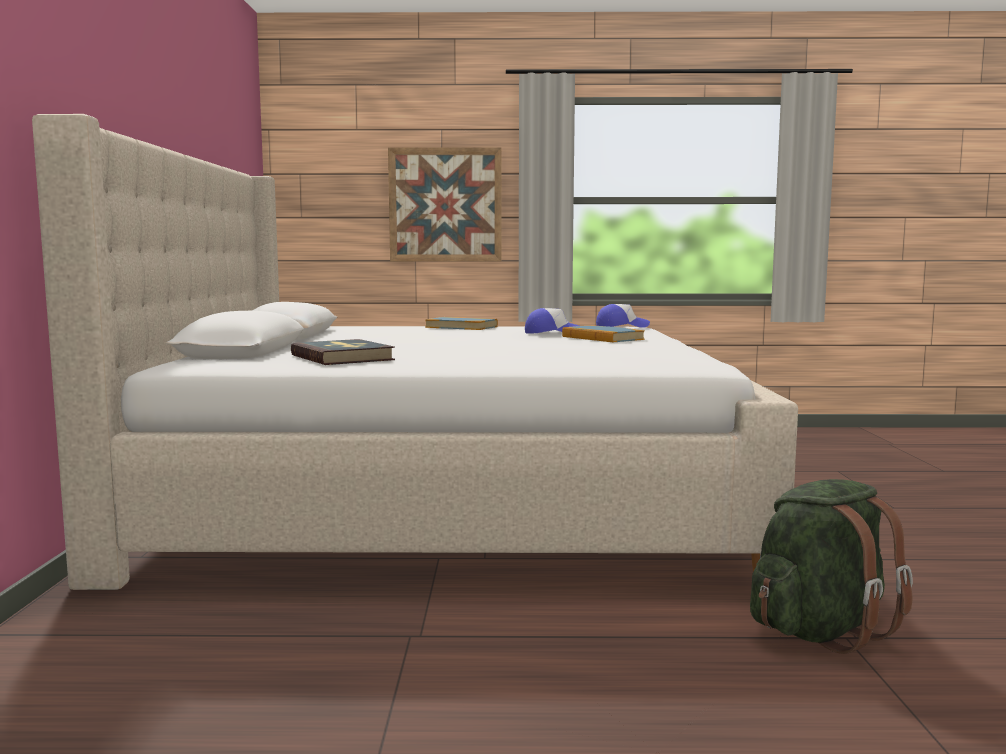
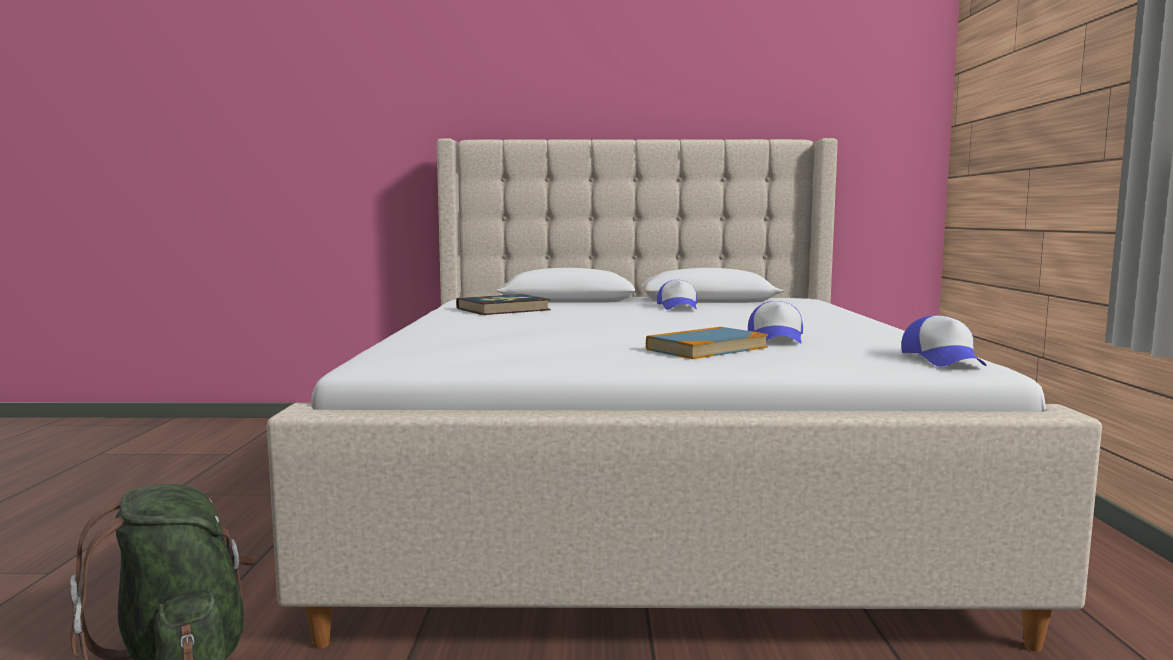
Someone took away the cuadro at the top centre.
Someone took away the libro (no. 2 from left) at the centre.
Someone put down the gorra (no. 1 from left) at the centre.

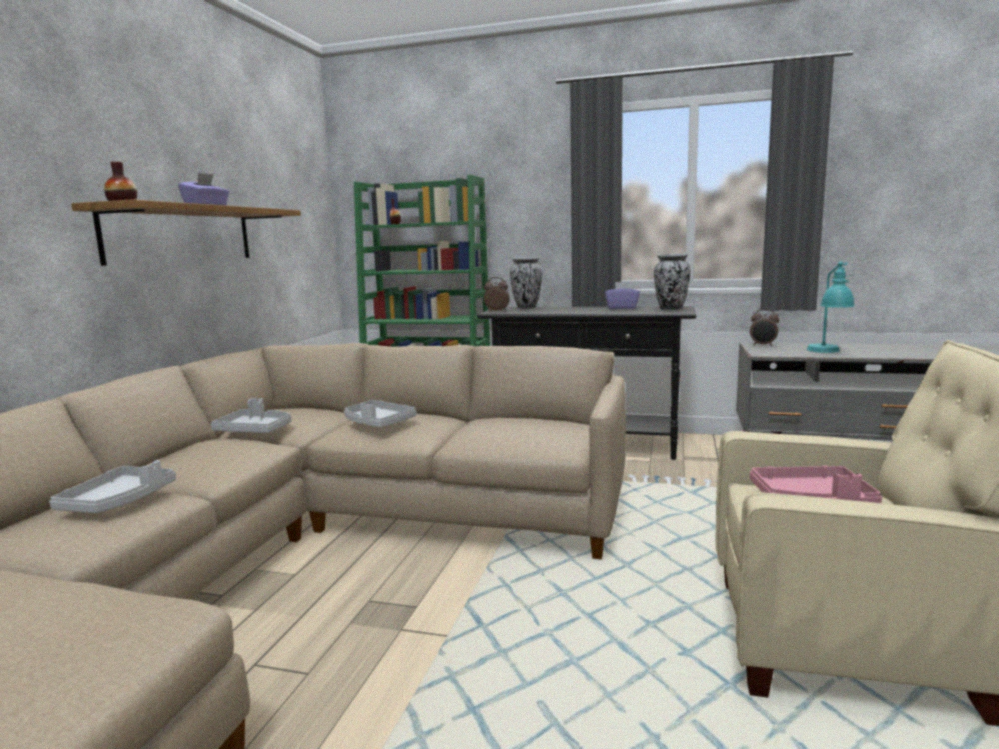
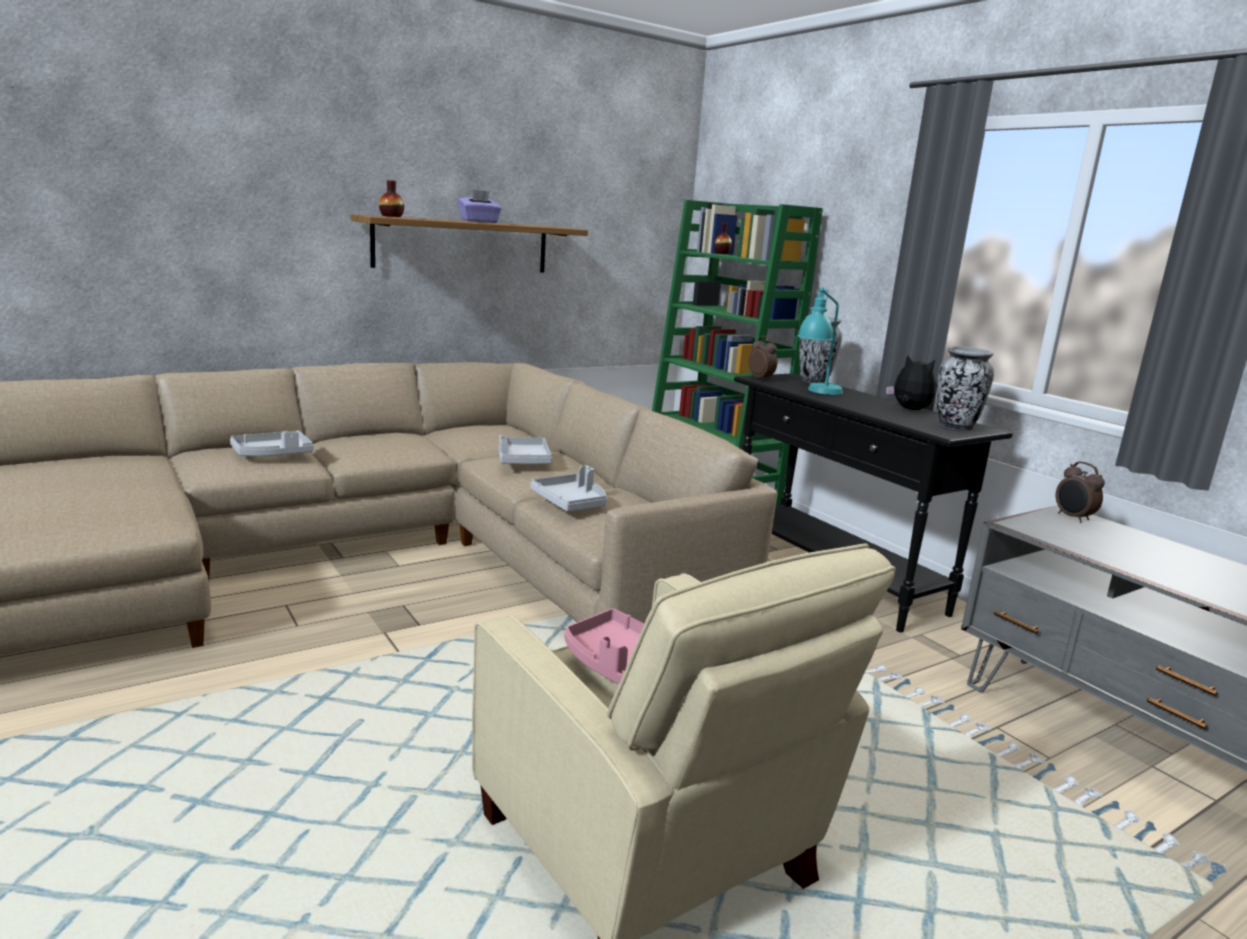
Someone carried the bandeja/gris (no. 2 from left in the first image) from the middle left to the centre.
Someone swapped the caja de pañuelos/morado (no. 2 from left) at the centre for the peluche at the middle right.
Someone carried the lámpara de mesa/turquesa from the middle right to the centre.

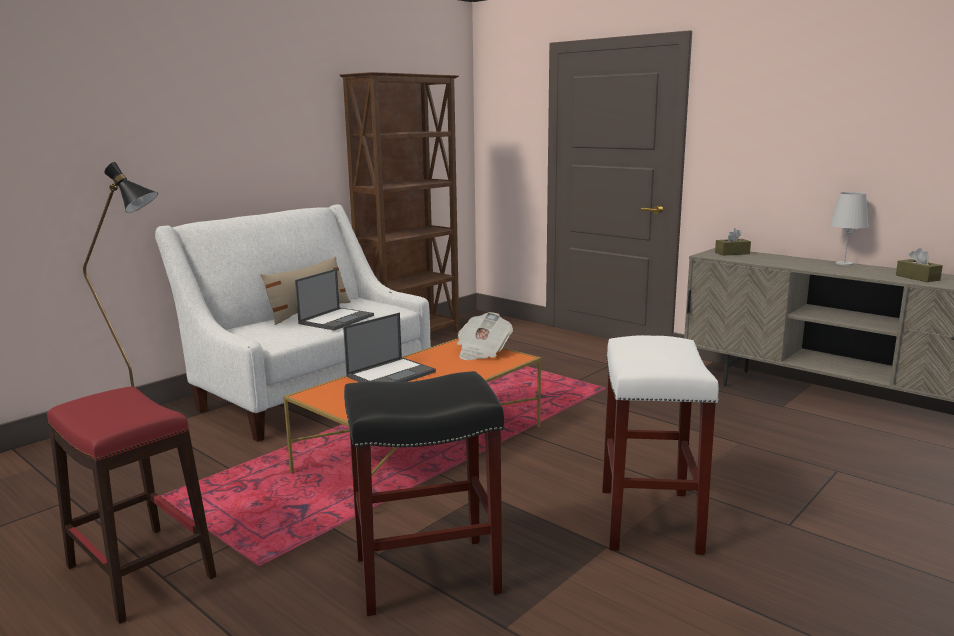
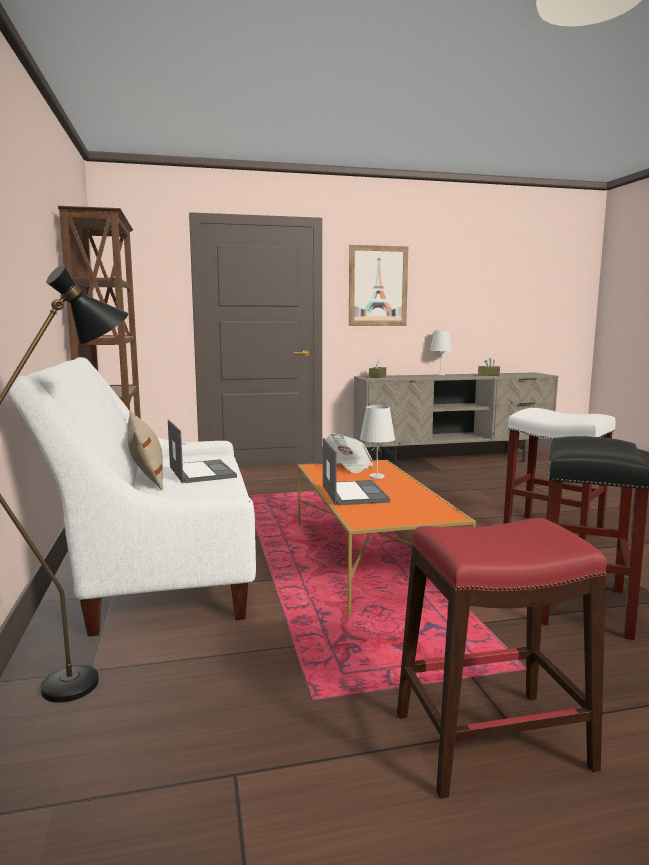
Someone put up the cuadro at the top centre.
Someone put down the lámpara de mesa/blanco (no. 1 from left) at the centre.

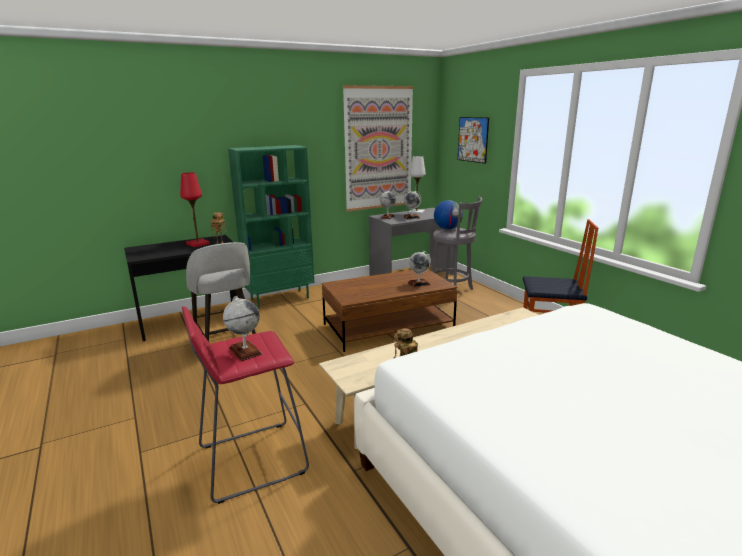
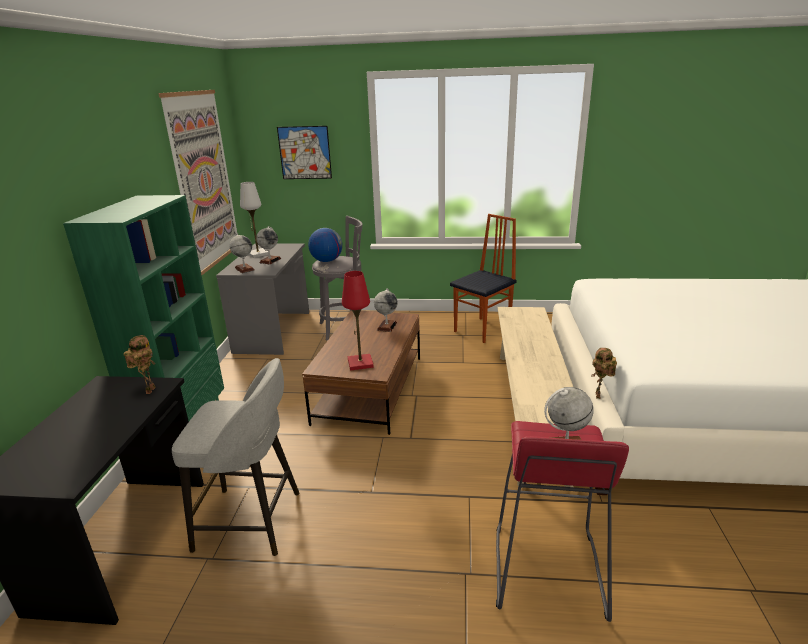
Someone carried the lámpara de mesa/rojo from the middle left to the centre.

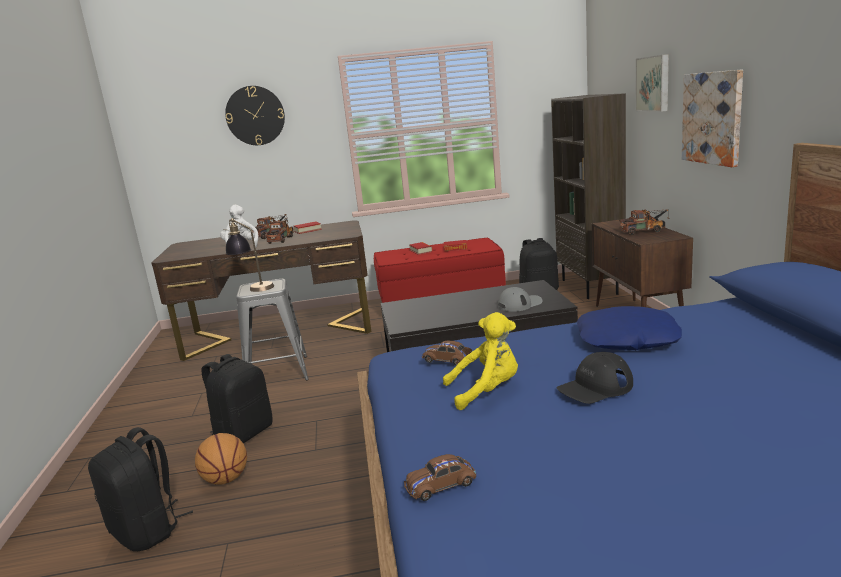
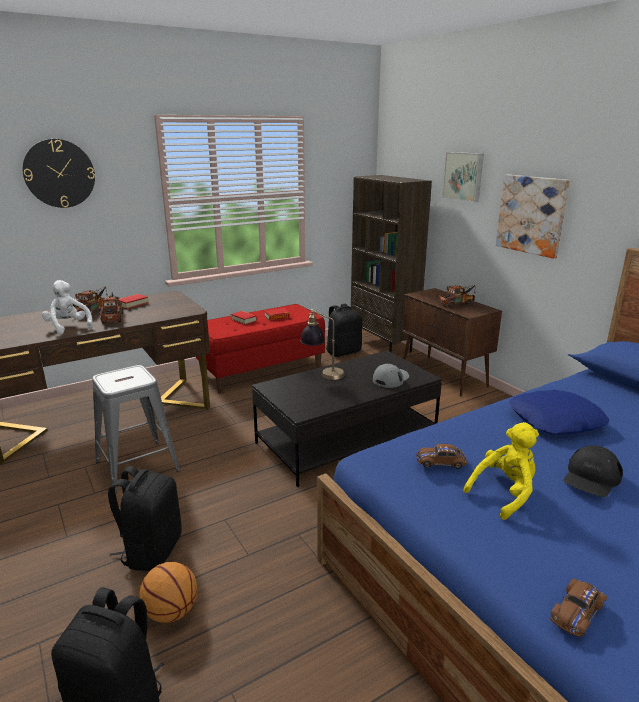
Someone carried the lámpara de mesa from the middle left to the centre.

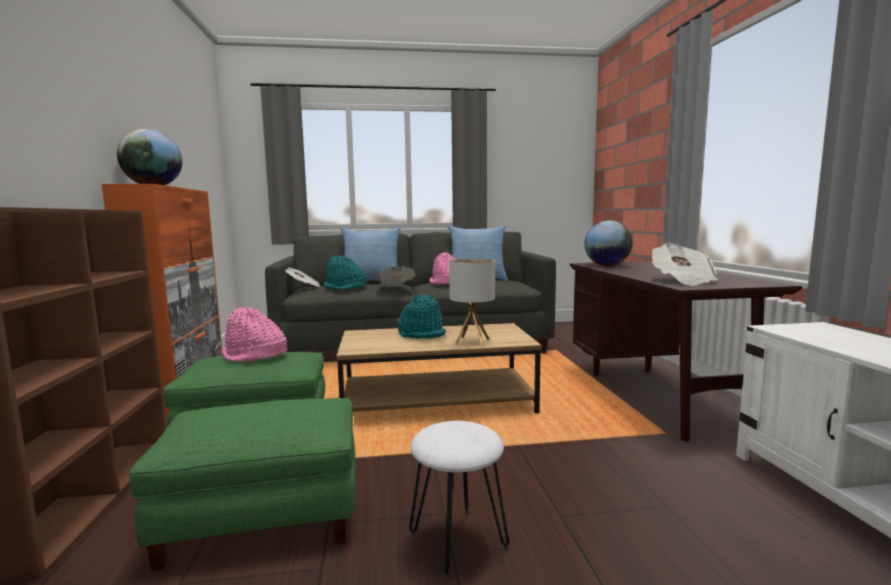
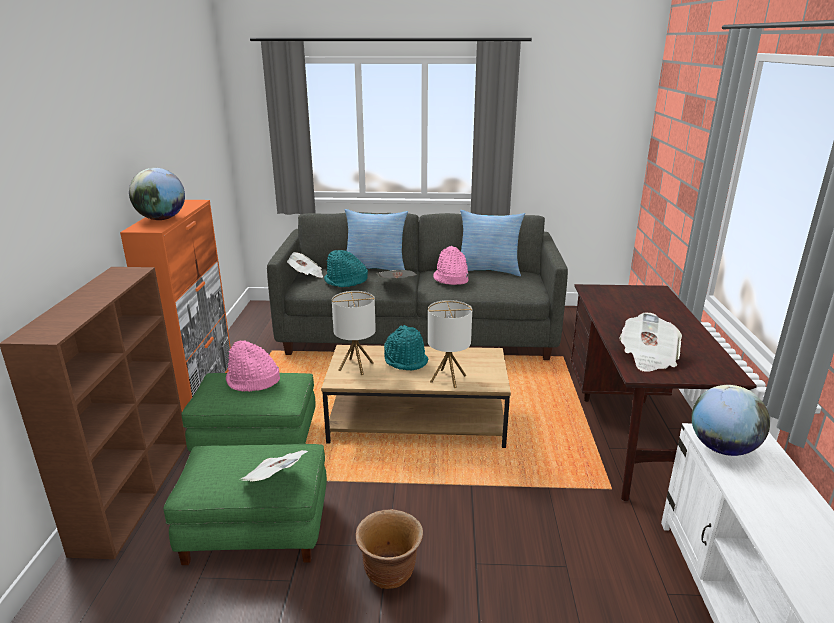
Someone swapped the taburete/blanco at the bottom centre for the maceta/marrón at the bottom centre.
Someone carried the globo terráqueo (no. 2 from left) from the middle right to the bottom right.
Someone put down the periódico (no. 1 from left) at the bottom left.
Someone put down the lámpara de mesa (no. 1 from left) at the centre.

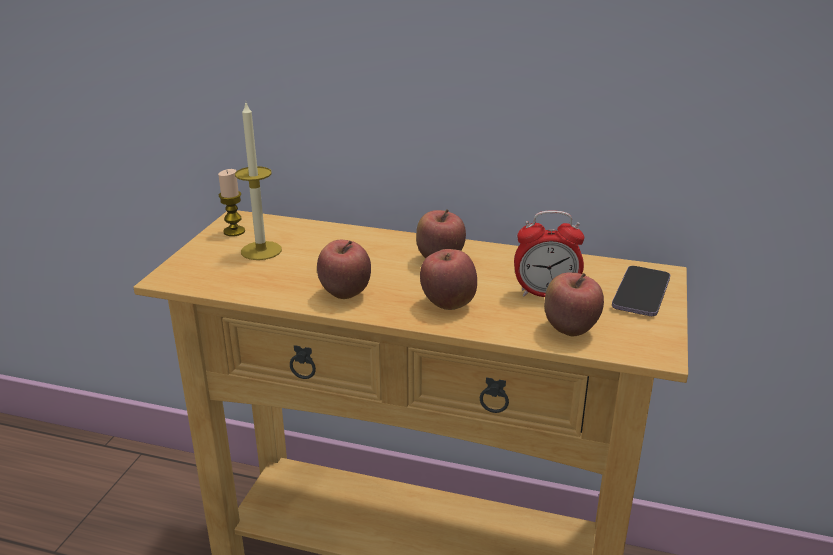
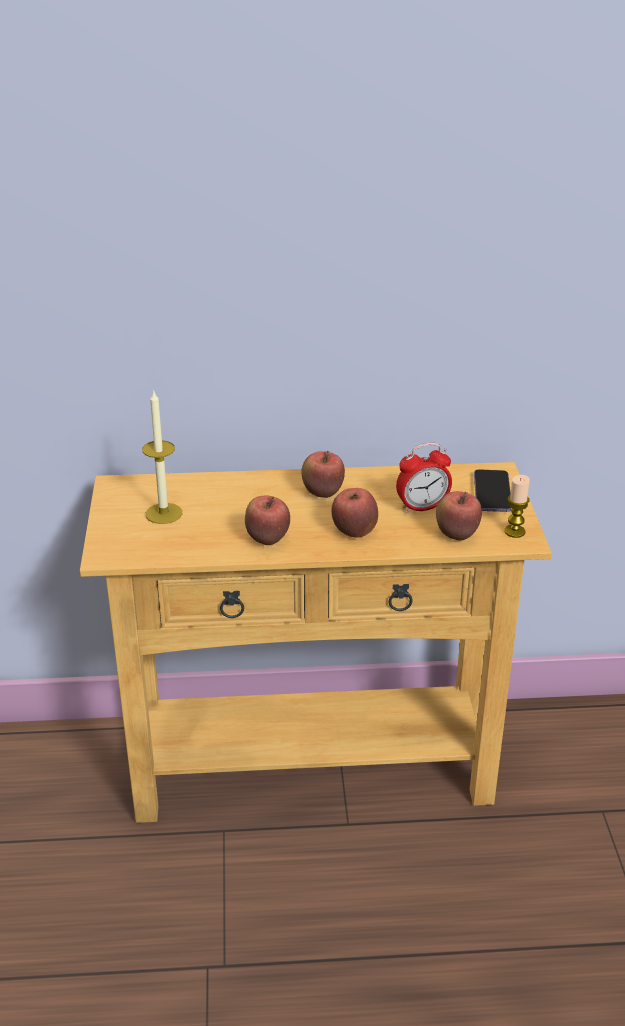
Someone carried the vela (no. 1 from left in the first image) from the middle left to the middle right.

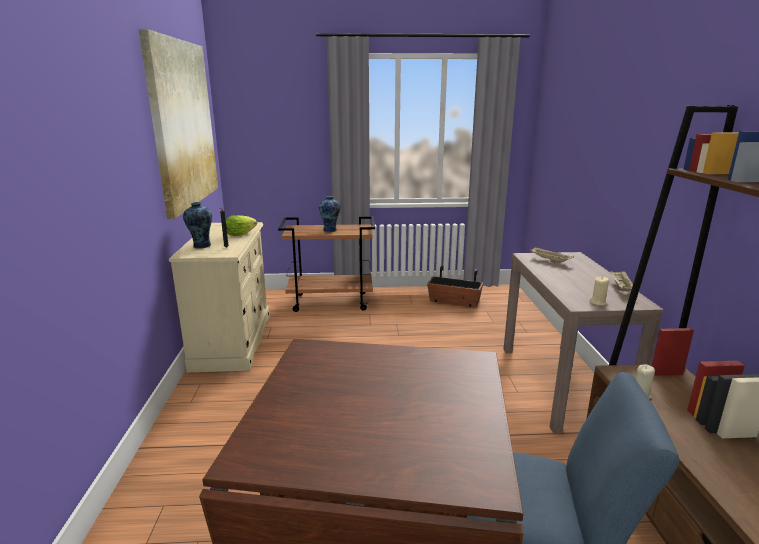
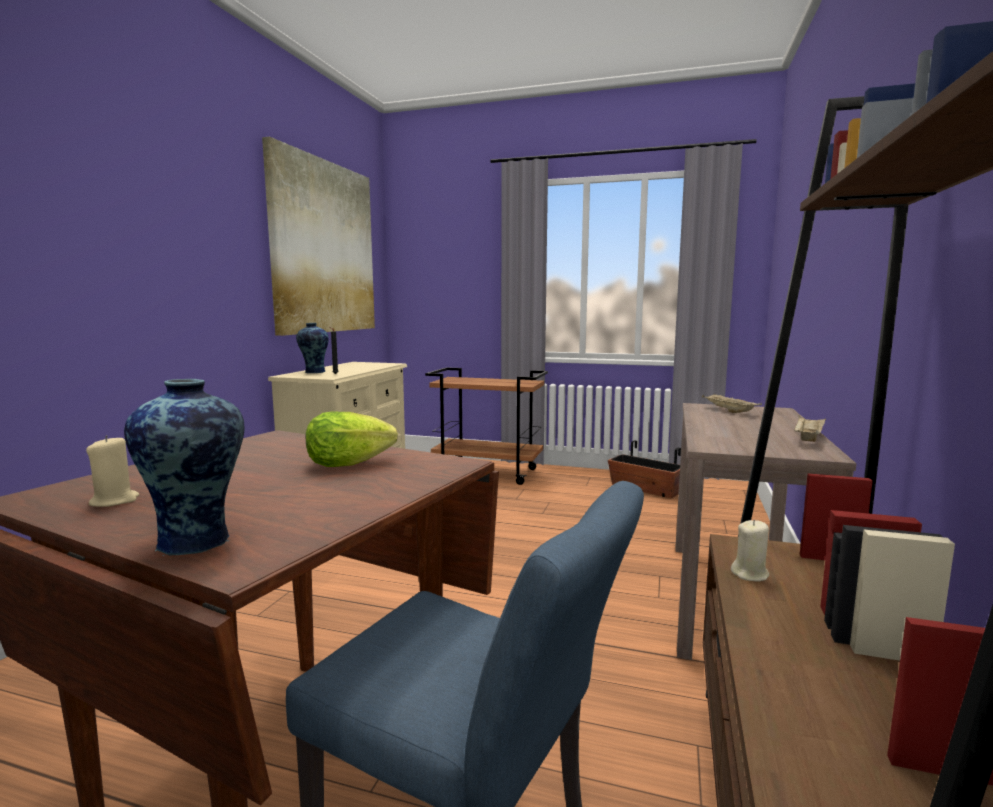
Someone carried the lechuga from the middle left to the centre.
Someone carried the florero (no. 2 from left in the first image) from the centre to the middle left.
Someone carried the vela/beis (no. 1 from left) from the middle right to the middle left.

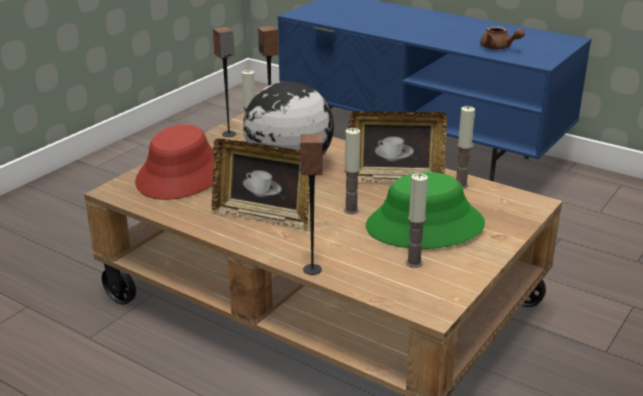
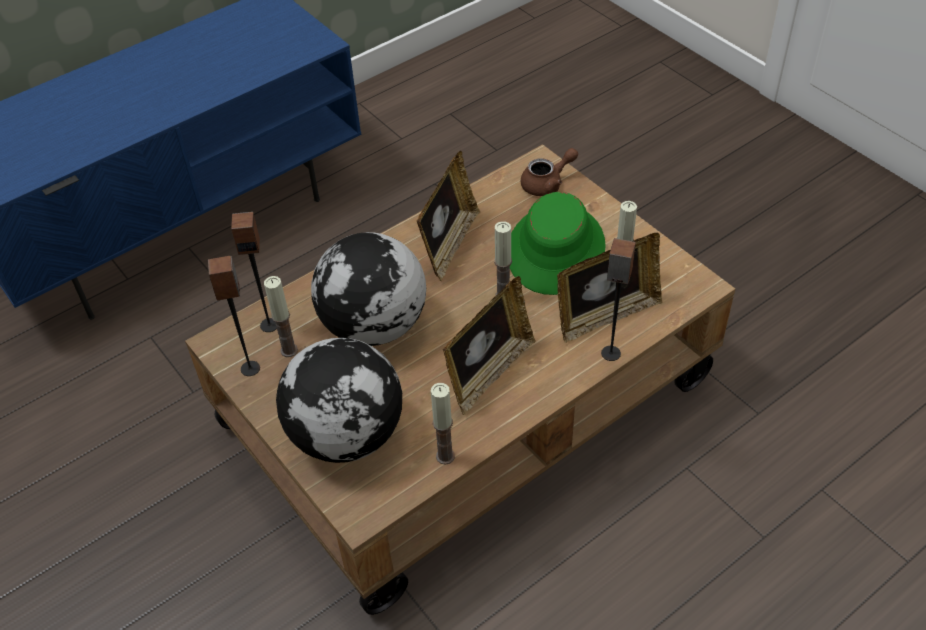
Someone swapped the sombrero/rojo at the middle left for the globo terráqueo (no. 1 from left) at the centre.
Someone carried the vela (no. 4 from left in the first image) from the middle right to the bottom centre.
Someone carried the tetera/marrón from the top right to the top centre.
Someone put down the portarretratos (no. 3 from left) at the centre.

